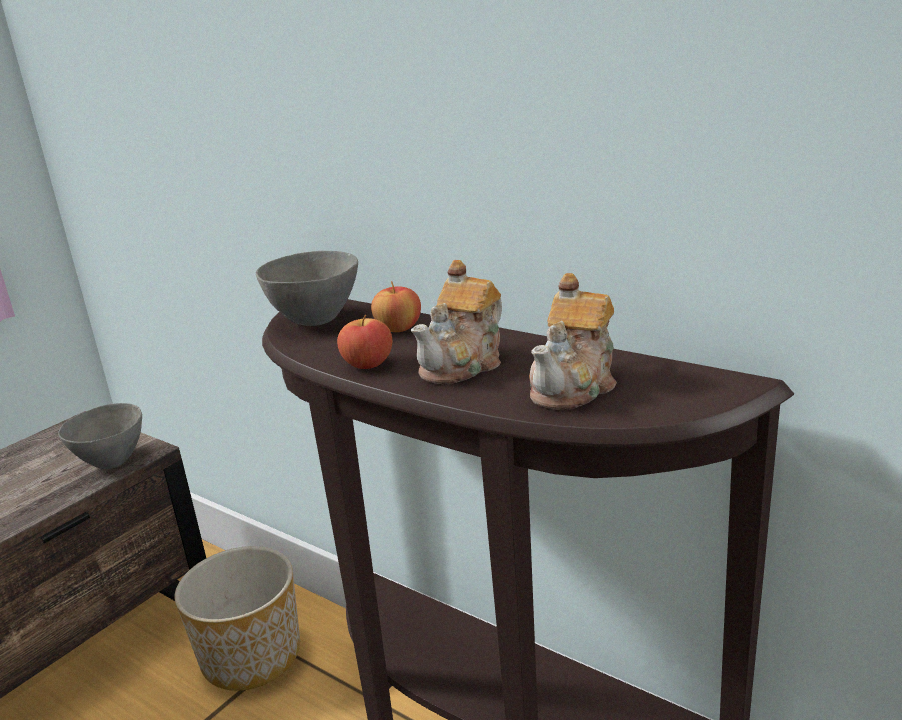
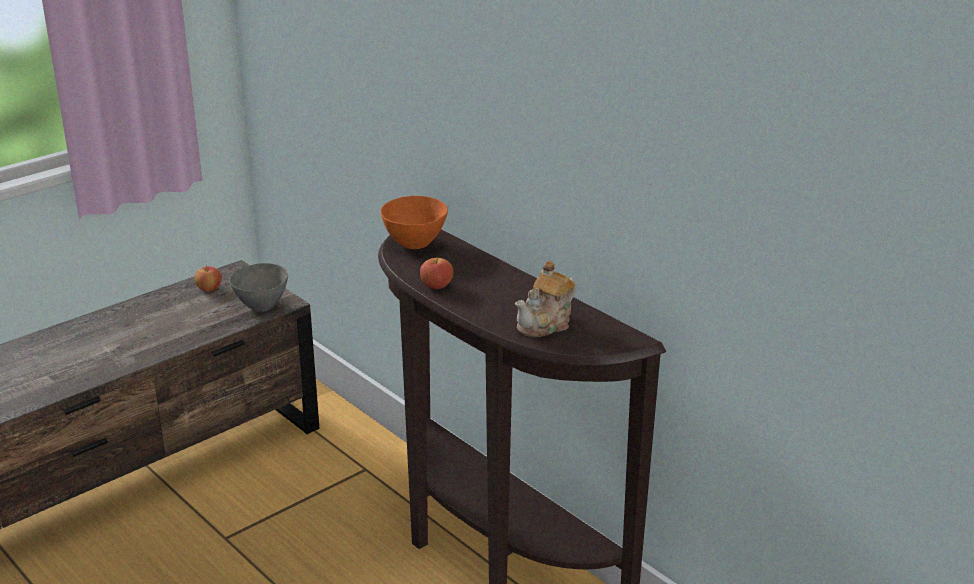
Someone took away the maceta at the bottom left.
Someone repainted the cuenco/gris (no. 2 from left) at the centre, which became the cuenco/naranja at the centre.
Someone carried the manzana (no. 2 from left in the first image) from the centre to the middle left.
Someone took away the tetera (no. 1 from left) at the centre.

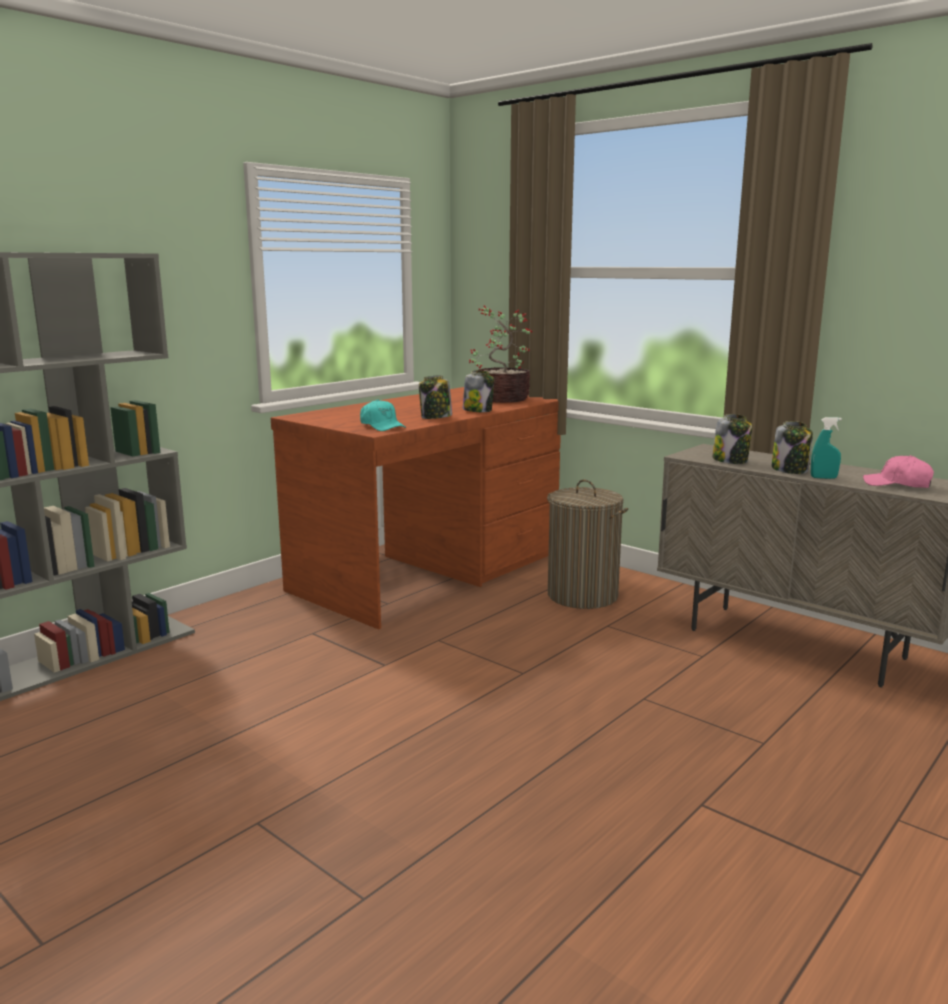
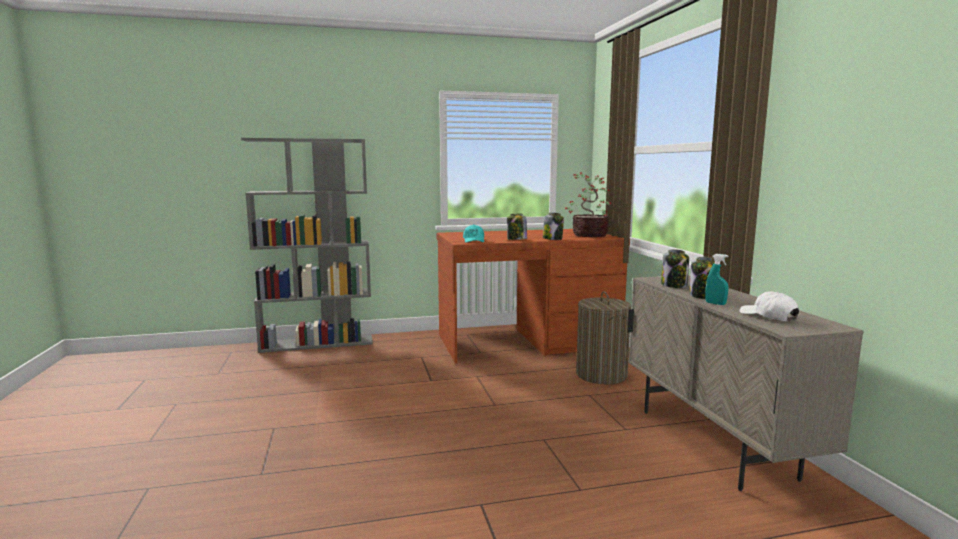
Someone repainted the gorra/rosa at the middle right, which became the gorra/blanco at the middle right.

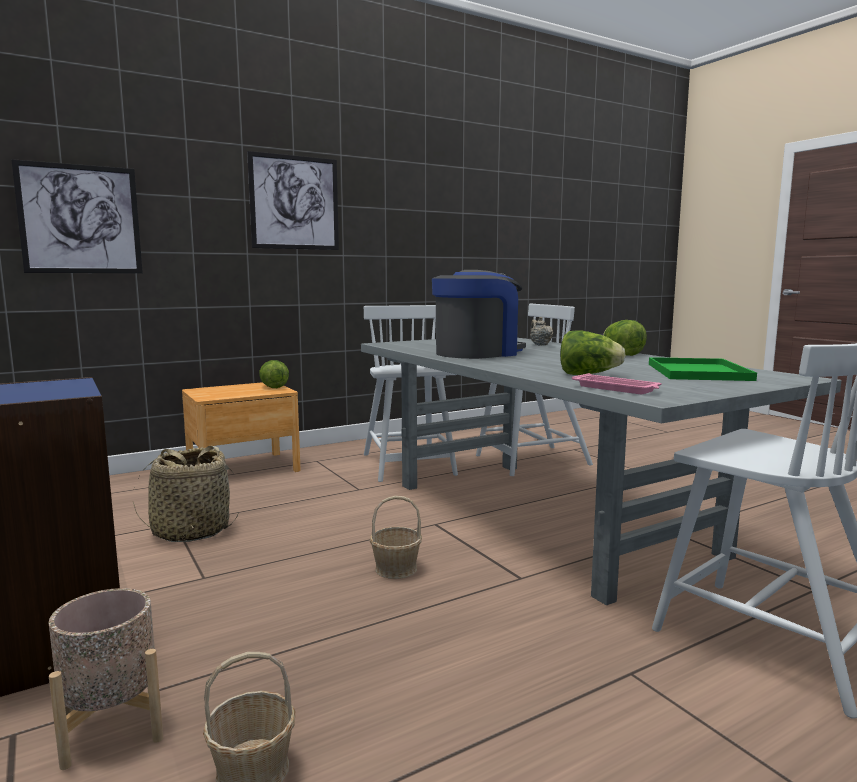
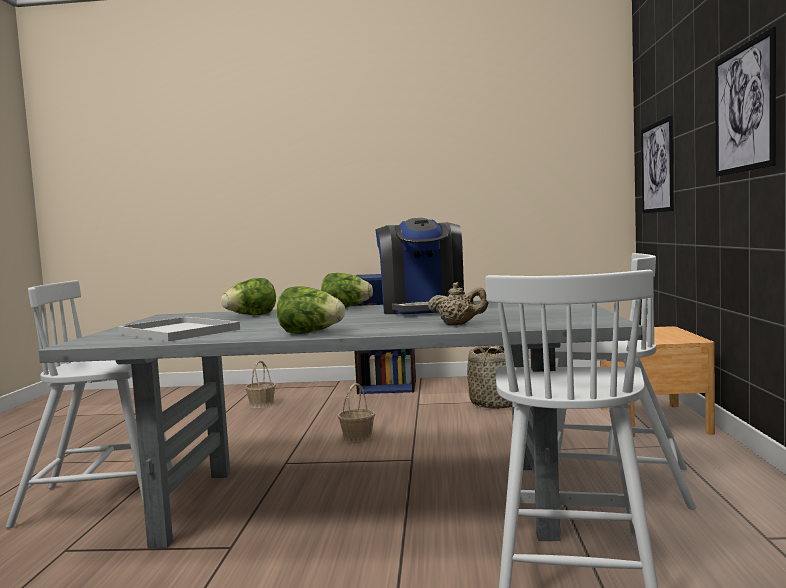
Someone took away the maceta/beis at the bottom left.
Someone carried the lechuga (no. 1 from left in the first image) from the middle left to the centre.
Someone took away the bandeja/rosa at the middle right.
Someone repainted the bandeja/verde at the middle right, which became the bandeja/blanco at the middle left.

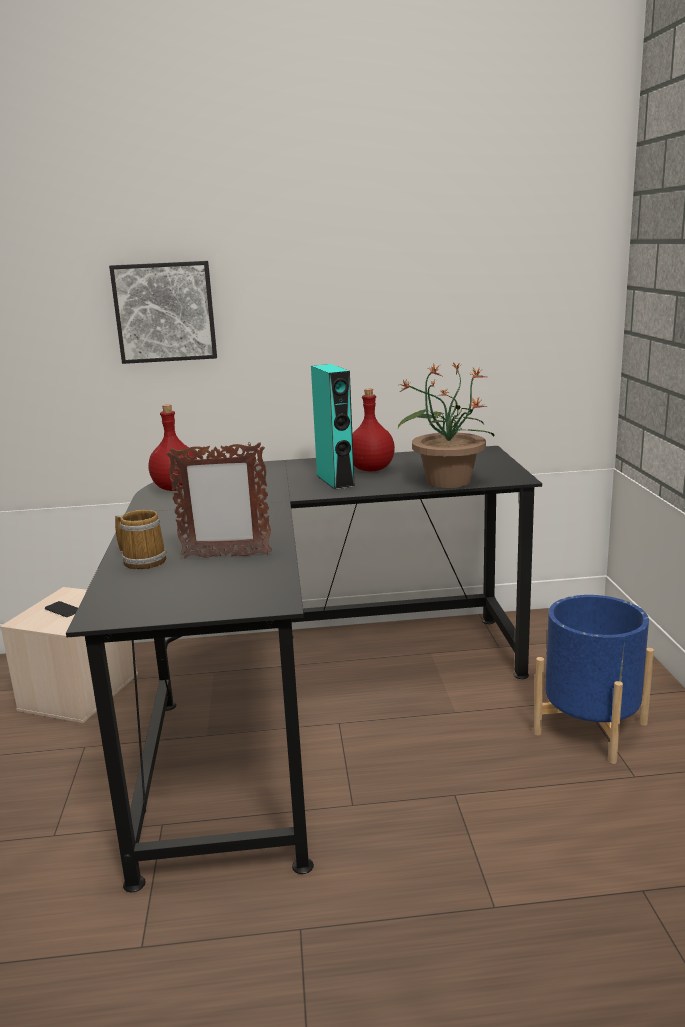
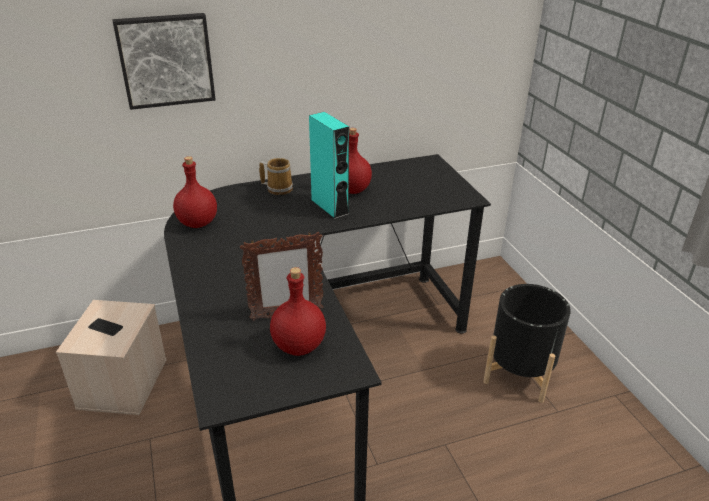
Someone carried the taza grande from the middle left to the centre.
Someone took away the planta en maceta at the centre.
Someone repainted the maceta/azul at the middle right, which became the maceta/negro at the bottom right.
Someone put down the botella/rojo (no. 2 from left) at the centre.

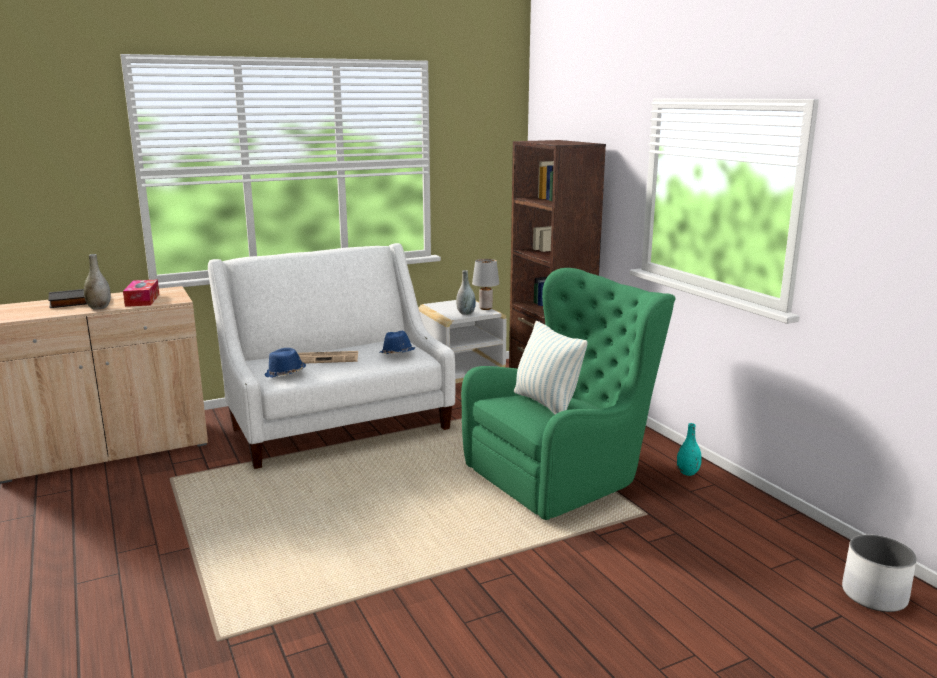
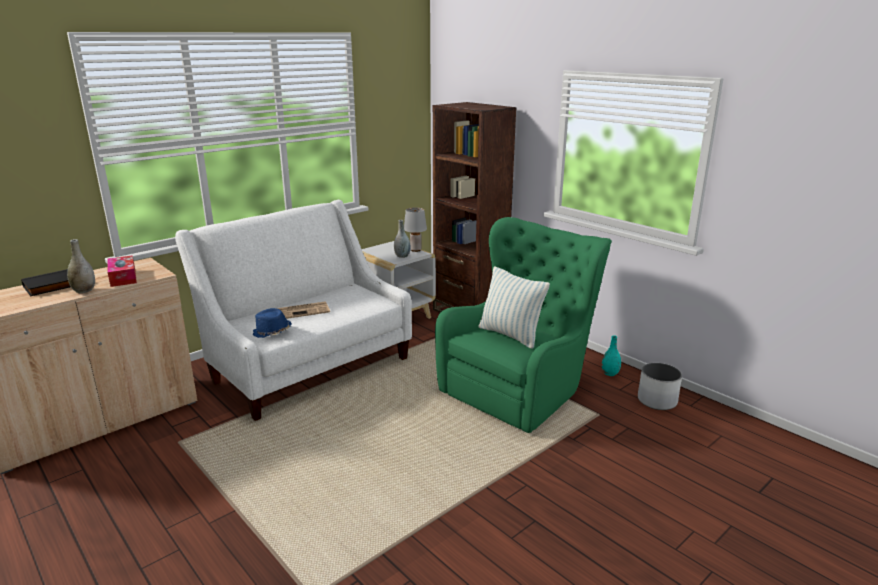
Someone took away the sombrero/azul (no. 2 from left) at the centre.
Someone carried the maceta/blanco from the bottom right to the middle right.

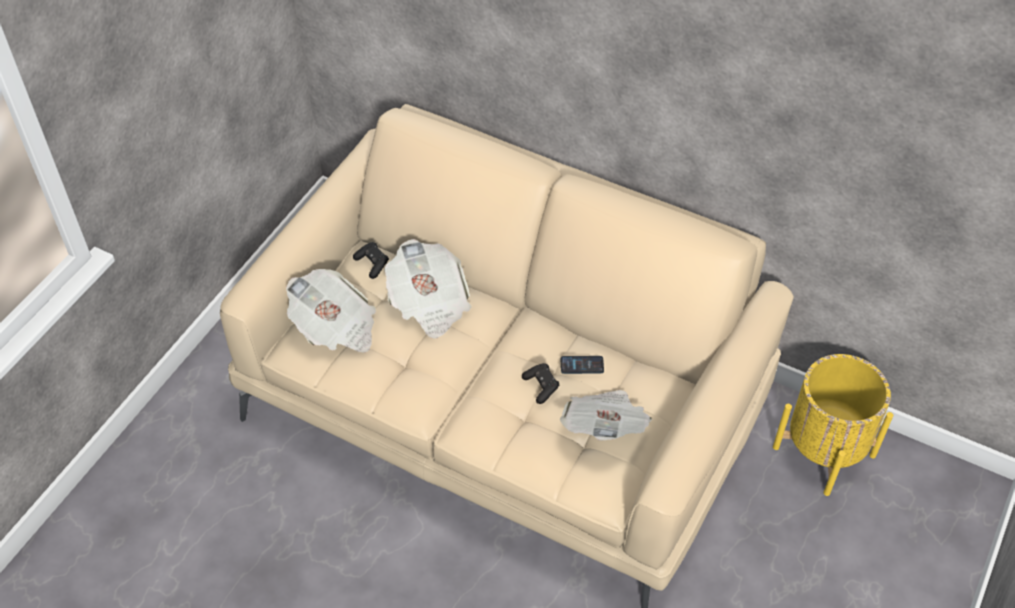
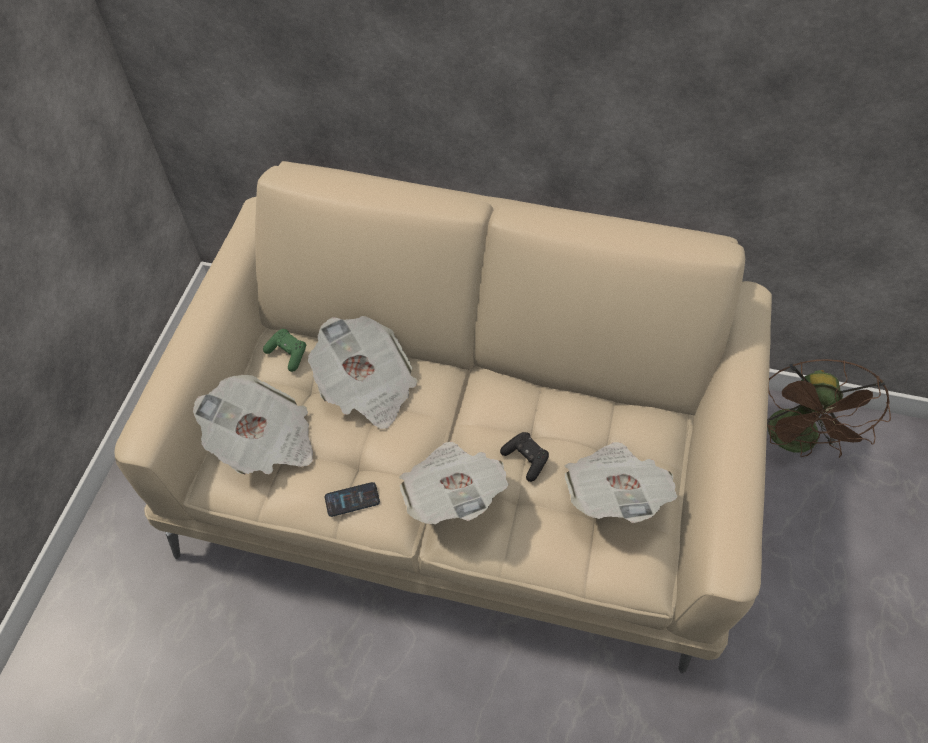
Someone repainted the mando de consola/negro (no. 1 from left) at the centre, which became the mando de consola/verde at the middle left.
Someone carried the móvil from the centre to the bottom centre.
Someone swapped the maceta/amarillo at the bottom right for the ventilador/marrón at the middle right.
Someone put down the periódico (no. 3 from left) at the centre.

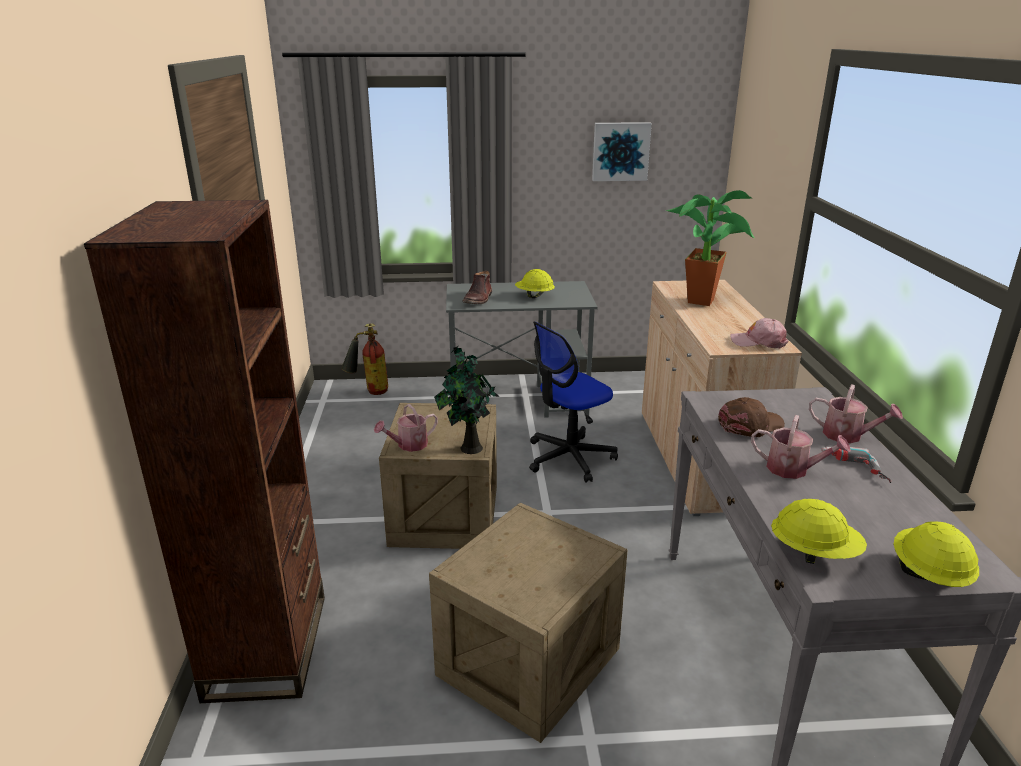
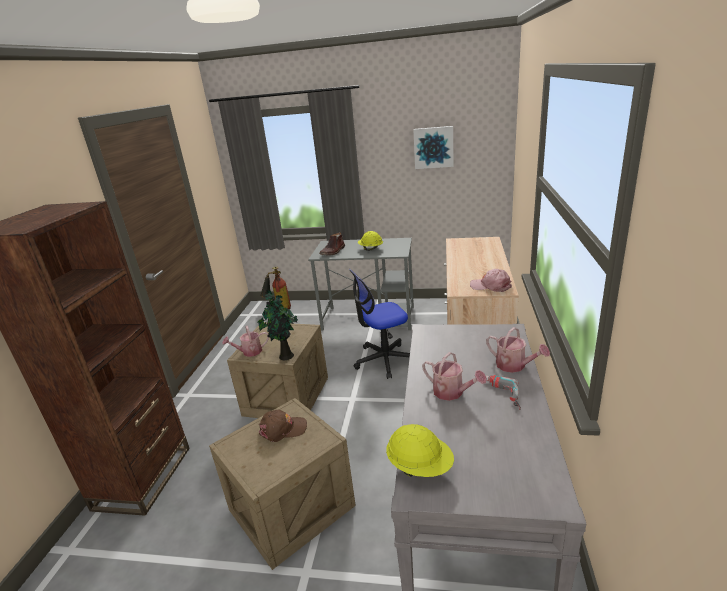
Someone took away the planta en maceta (no. 2 from left) at the top right.
Someone carried the gorra/marrón from the middle right to the bottom centre.
Someone took away the casco/amarillo (no. 3 from left) at the bottom right.

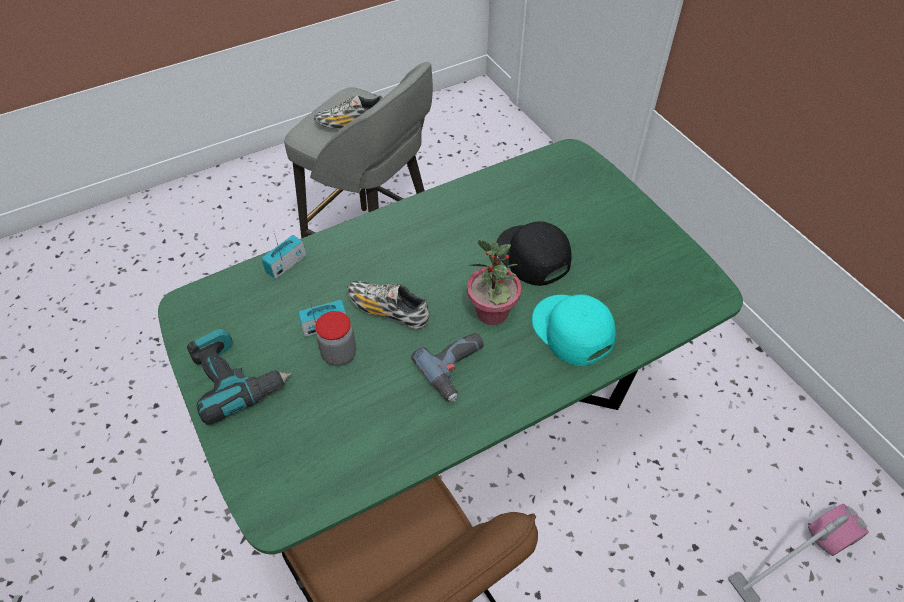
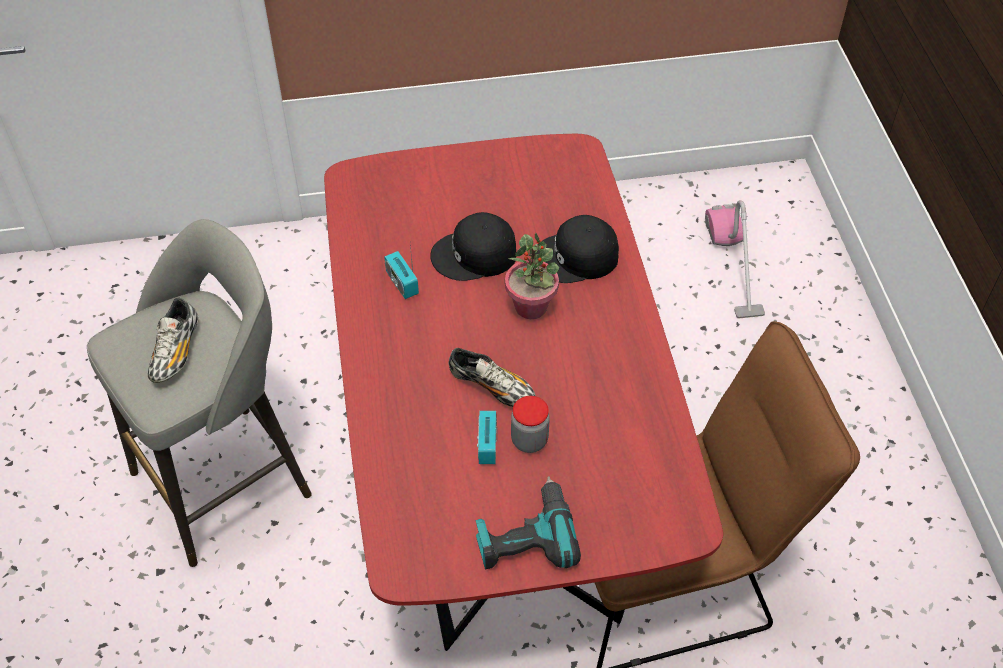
Someone repainted the mesa de comedor/verde at the centre, which became the mesa de comedor/rojo at the centre.
Someone carried the radio (no. 1 from left) from the middle left to the centre.
Someone rotated the zapato (no. 2 from left) at the centre by 105 degrees counterclockwise.
Someone took away the taladro (no. 2 from left) at the centre.
Someone repainted the gorra/turquesa at the centre, which became the gorra/negro (no. 2 from left) at the centre.

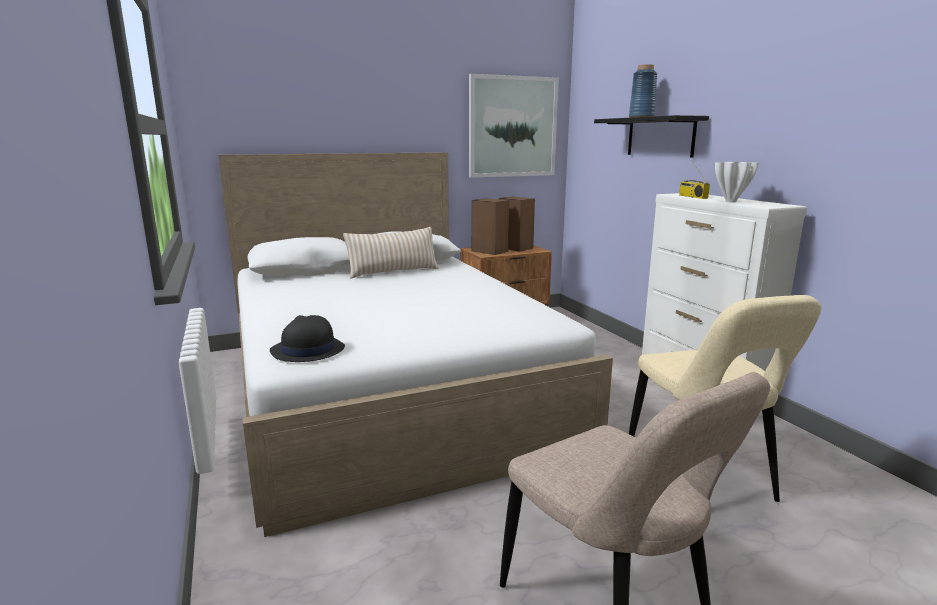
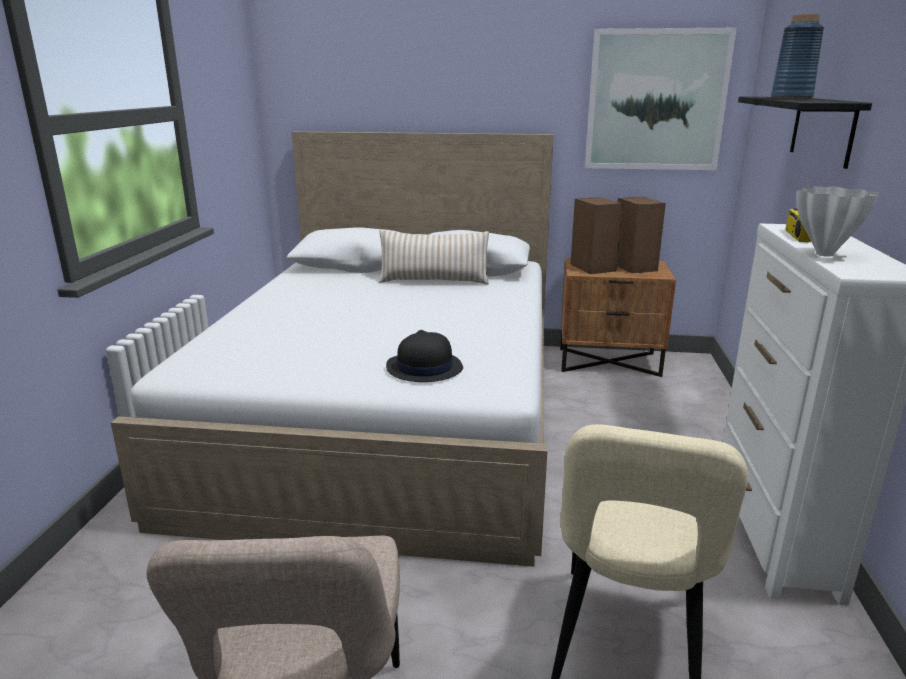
Someone carried the sombrero/negro from the middle left to the centre.

